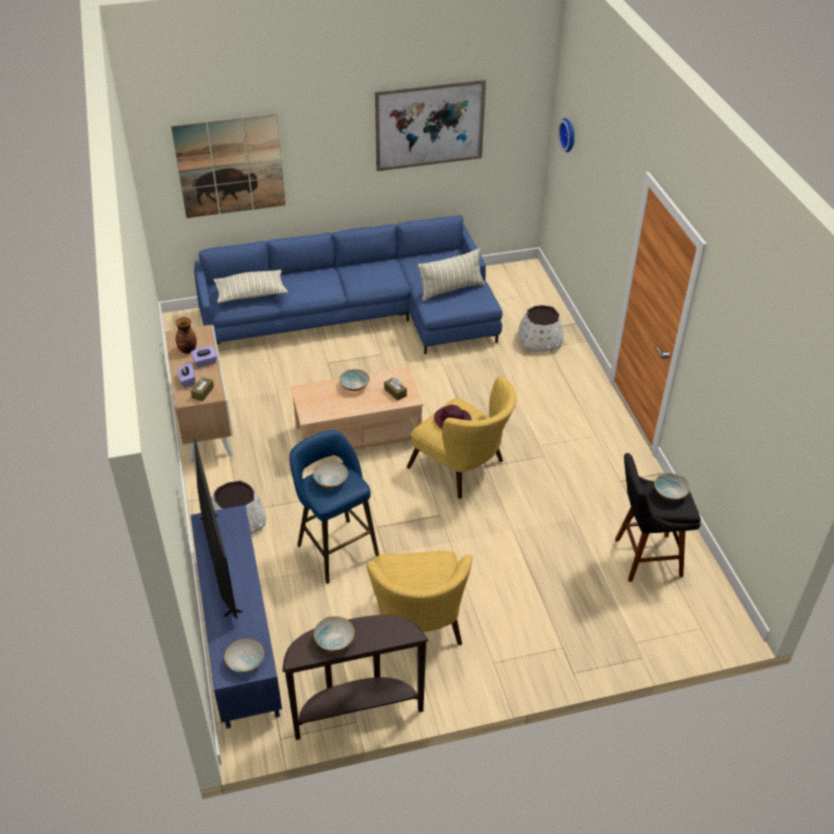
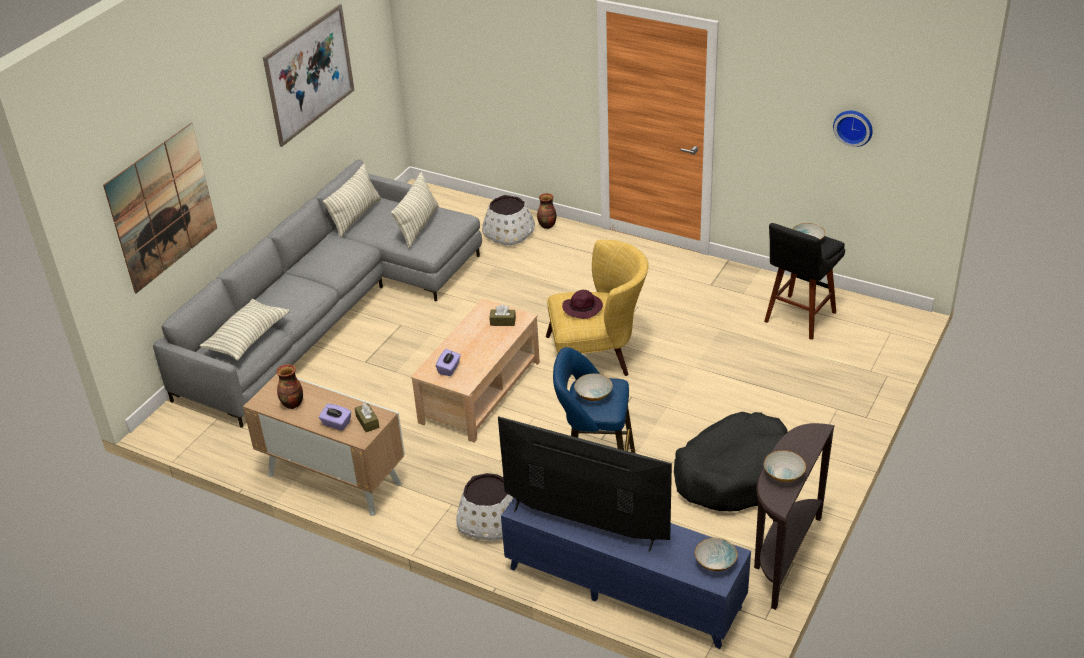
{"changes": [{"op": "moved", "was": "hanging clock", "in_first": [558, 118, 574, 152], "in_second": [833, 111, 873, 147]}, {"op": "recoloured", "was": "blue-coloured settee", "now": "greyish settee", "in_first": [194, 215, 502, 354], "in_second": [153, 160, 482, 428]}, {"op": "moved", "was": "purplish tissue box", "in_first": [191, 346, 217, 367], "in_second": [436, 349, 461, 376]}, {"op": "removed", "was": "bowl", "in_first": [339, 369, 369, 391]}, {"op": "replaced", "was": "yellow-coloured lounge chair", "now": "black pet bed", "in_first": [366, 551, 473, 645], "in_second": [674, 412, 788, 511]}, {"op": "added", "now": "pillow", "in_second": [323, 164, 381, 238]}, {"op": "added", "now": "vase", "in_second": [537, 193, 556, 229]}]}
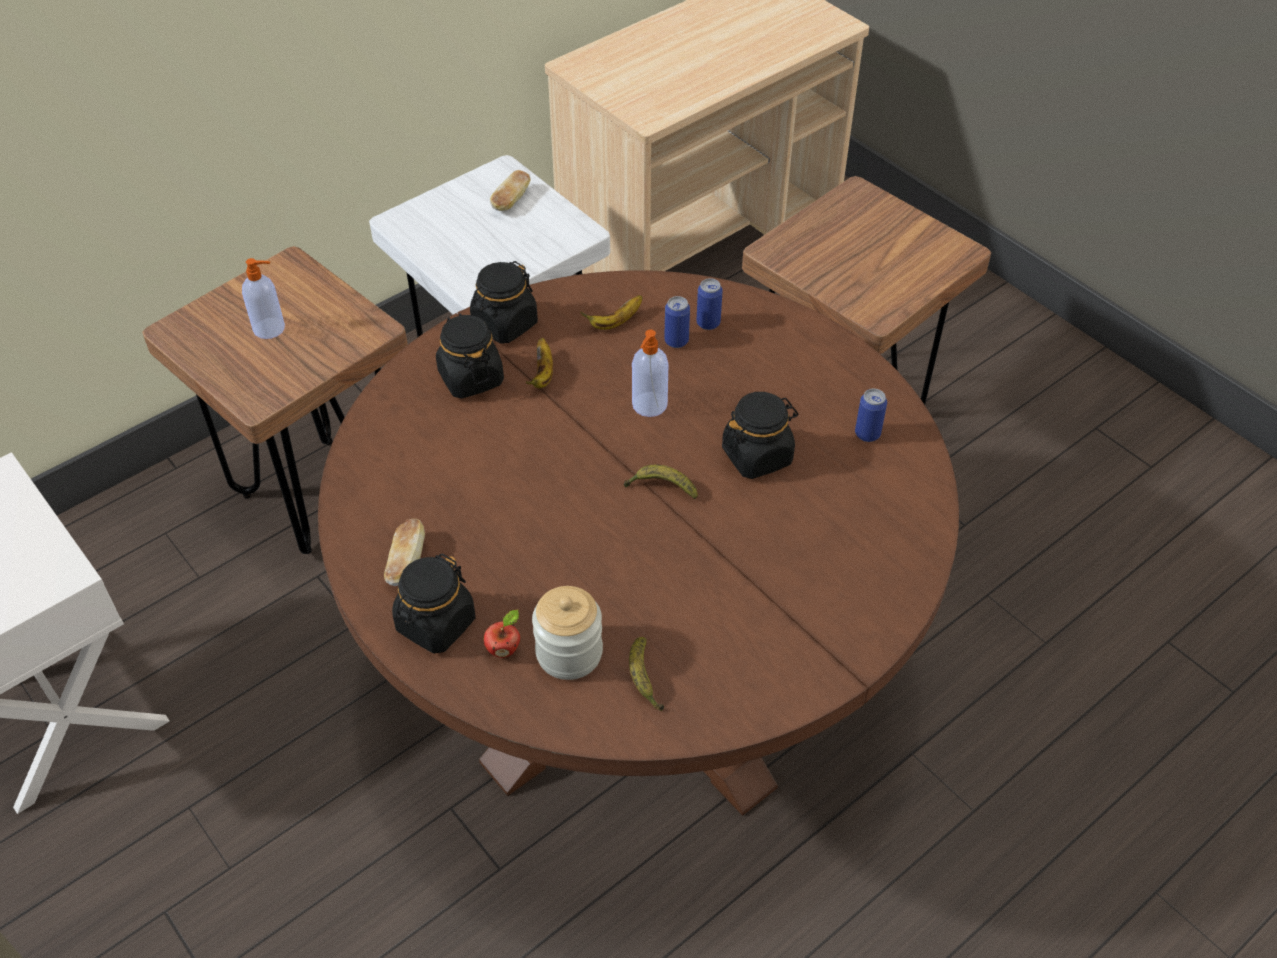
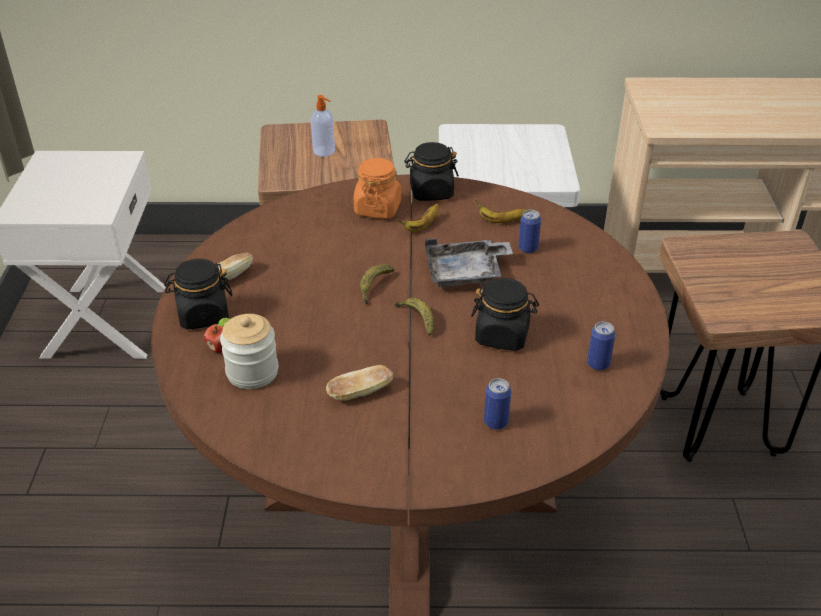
{"changes": [{"op": "moved", "was": "bread", "in_first": [490, 170, 531, 211], "in_second": [326, 365, 393, 401]}, {"op": "moved", "was": "can", "in_first": [697, 278, 723, 330], "in_second": [484, 378, 511, 430]}, {"op": "recoloured", "was": "black jar", "now": "orangey jar", "in_first": [436, 314, 504, 399], "in_second": [354, 158, 401, 219]}, {"op": "replaced", "was": "liquid soap bottle", "now": "greyish carrying tray", "in_first": [632, 330, 669, 417], "in_second": [425, 239, 513, 287]}, {"op": "moved", "was": "whole banana", "in_first": [629, 637, 664, 711], "in_second": [360, 264, 395, 304]}]}
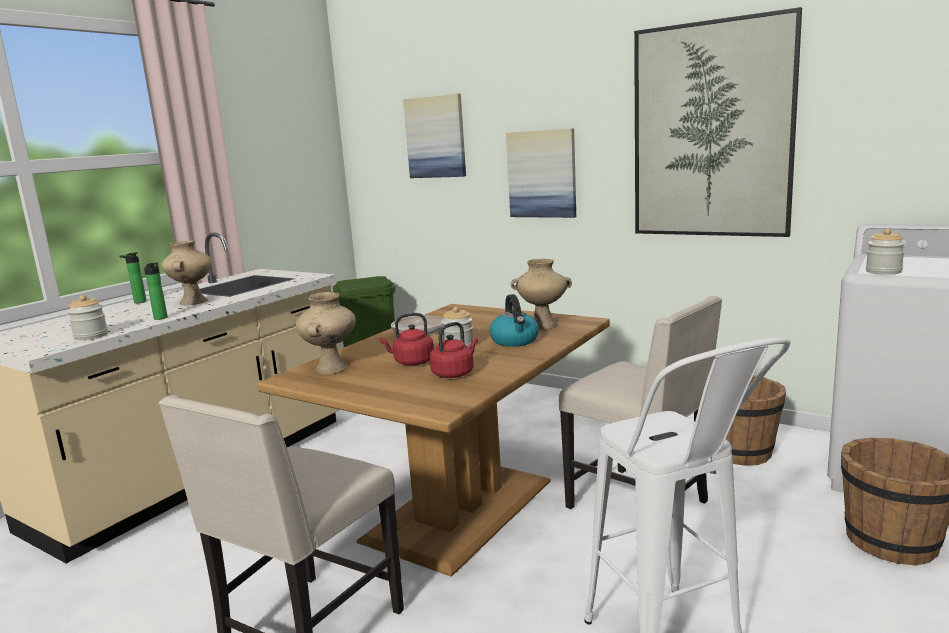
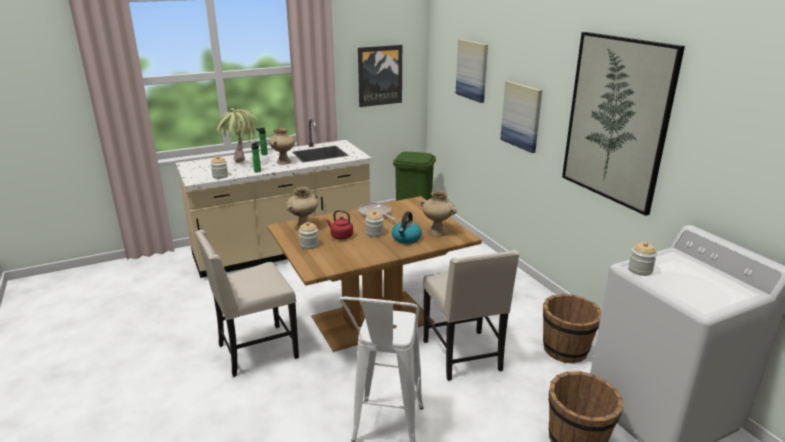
{"changes": [{"op": "removed", "was": "reddish kettle", "in_first": [430, 322, 478, 378]}, {"op": "added", "now": "wall art", "in_second": [358, 45, 402, 107]}, {"op": "added", "now": "potted plant", "in_second": [215, 108, 258, 163]}, {"op": "added", "now": "jar", "in_second": [299, 222, 319, 249]}]}
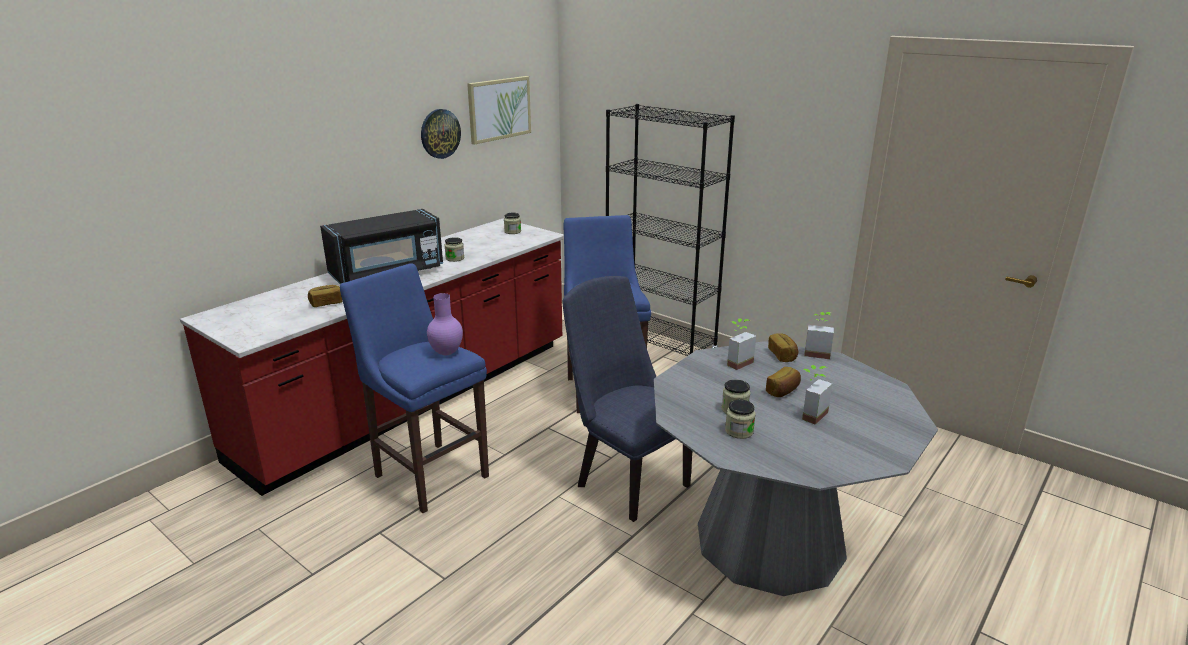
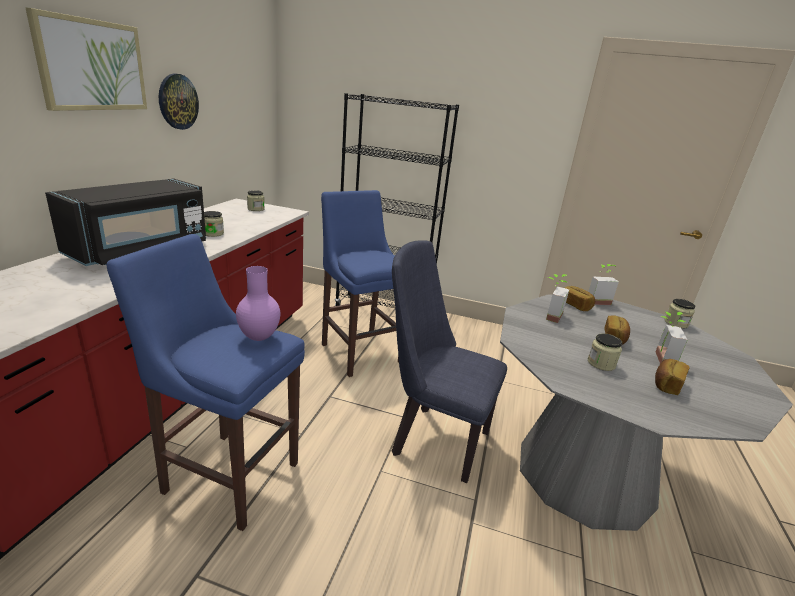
{"changes": [{"op": "moved", "was": "wall art", "in_first": [467, 76, 531, 145], "in_second": [26, 8, 147, 111]}, {"op": "moved", "was": "bread", "in_first": [308, 285, 342, 307], "in_second": [655, 359, 689, 395]}, {"op": "moved", "was": "jar", "in_first": [725, 399, 756, 439], "in_second": [664, 299, 695, 329]}]}
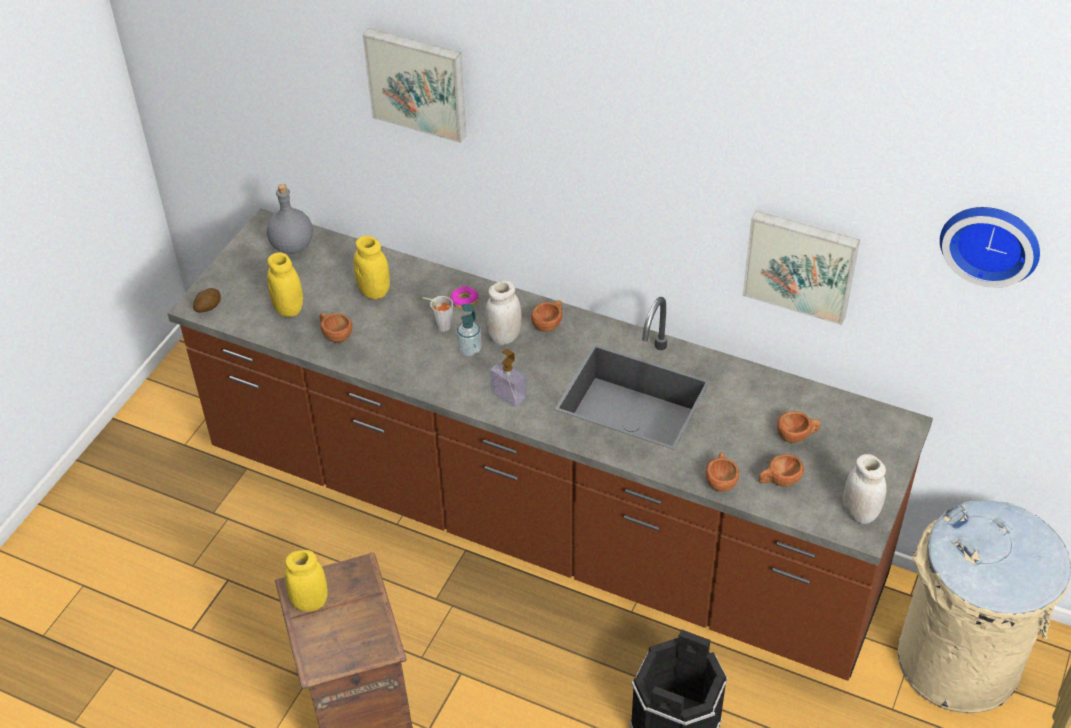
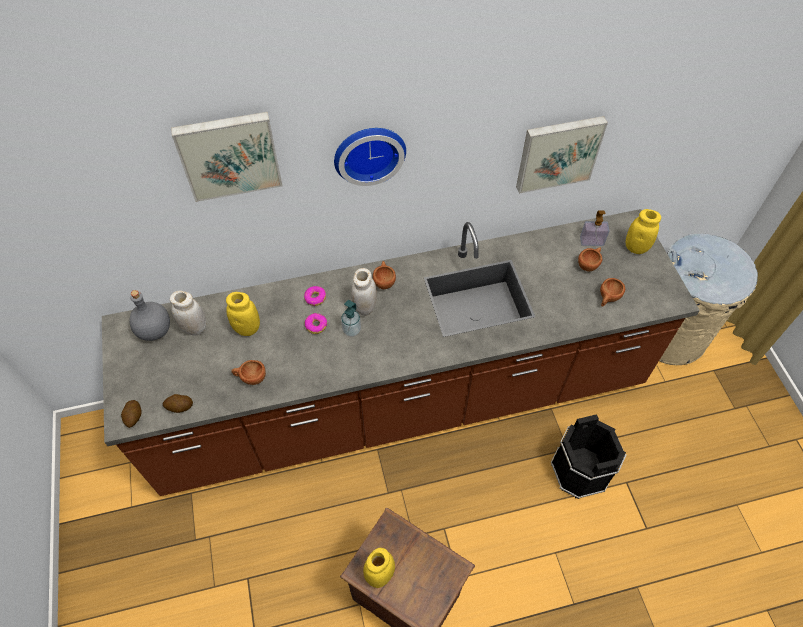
{"changes": [{"op": "moved", "was": "hanging clock", "in_first": [940, 207, 1040, 288], "in_second": [334, 128, 406, 186]}, {"op": "moved", "was": "yellow-coloured jar", "in_first": [267, 252, 303, 317], "in_second": [626, 209, 661, 254]}, {"op": "replaced", "was": "greyish cup", "now": "doughnut", "in_first": [422, 296, 453, 332], "in_second": [305, 313, 327, 334]}, {"op": "moved", "was": "liquid soap bottle", "in_first": [490, 349, 526, 407], "in_second": [580, 211, 609, 246]}, {"op": "removed", "was": "brown cup", "in_first": [706, 452, 739, 492]}, {"op": "moved", "was": "white-coloured jar", "in_first": [843, 454, 887, 524], "in_second": [170, 290, 206, 336]}, {"op": "added", "now": "potato", "in_second": [163, 394, 193, 413]}]}
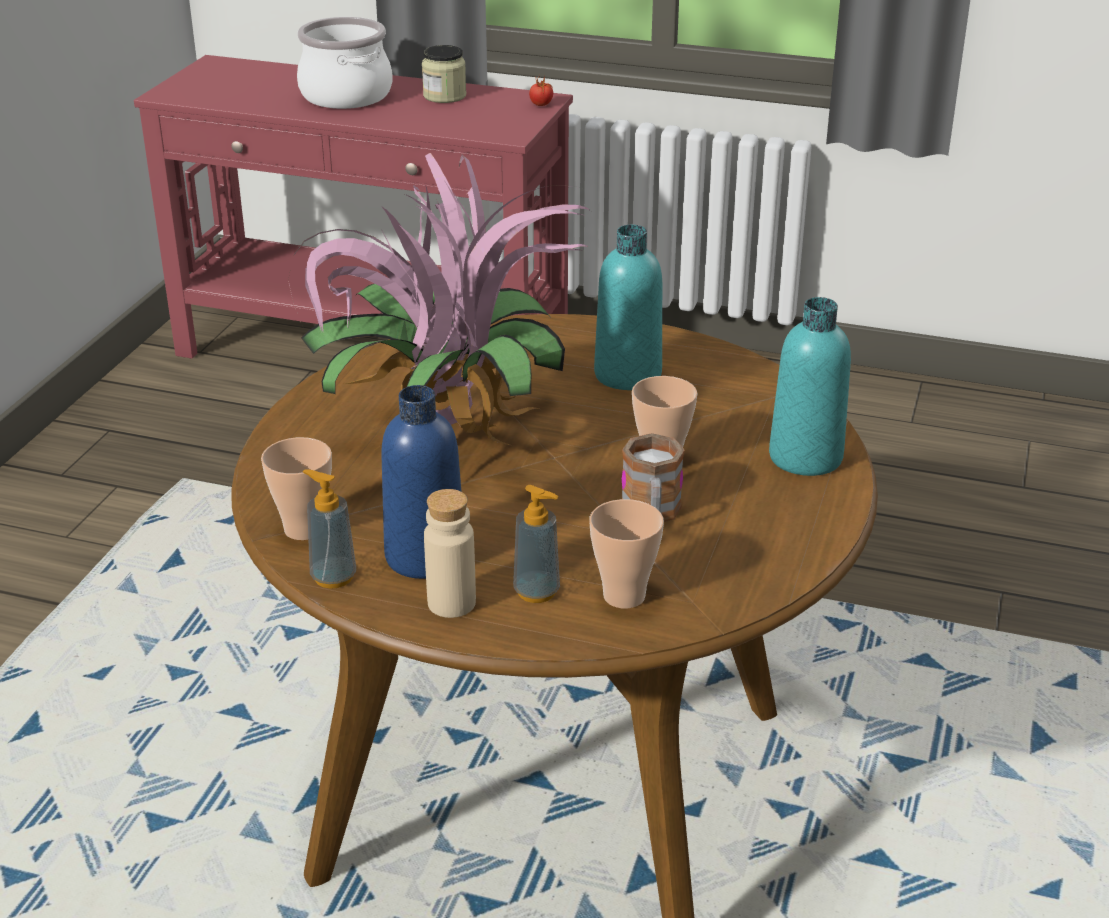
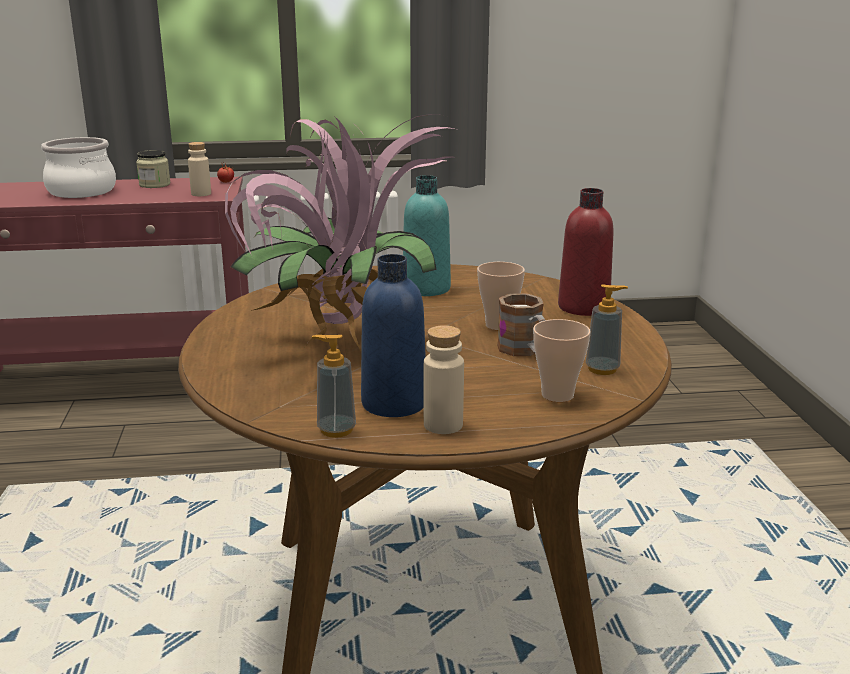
{"changes": [{"op": "recoloured", "was": "turquoise-coloured beverage bottle", "now": "reddish beverage bottle", "in_first": [769, 297, 851, 476], "in_second": [558, 188, 614, 316]}, {"op": "removed", "was": "cup", "in_first": [261, 437, 332, 540]}, {"op": "moved", "was": "liquid soap bottle", "in_first": [513, 485, 560, 603], "in_second": [586, 284, 628, 375]}, {"op": "added", "now": "sand-coloured beverage bottle", "in_second": [188, 142, 211, 196]}]}
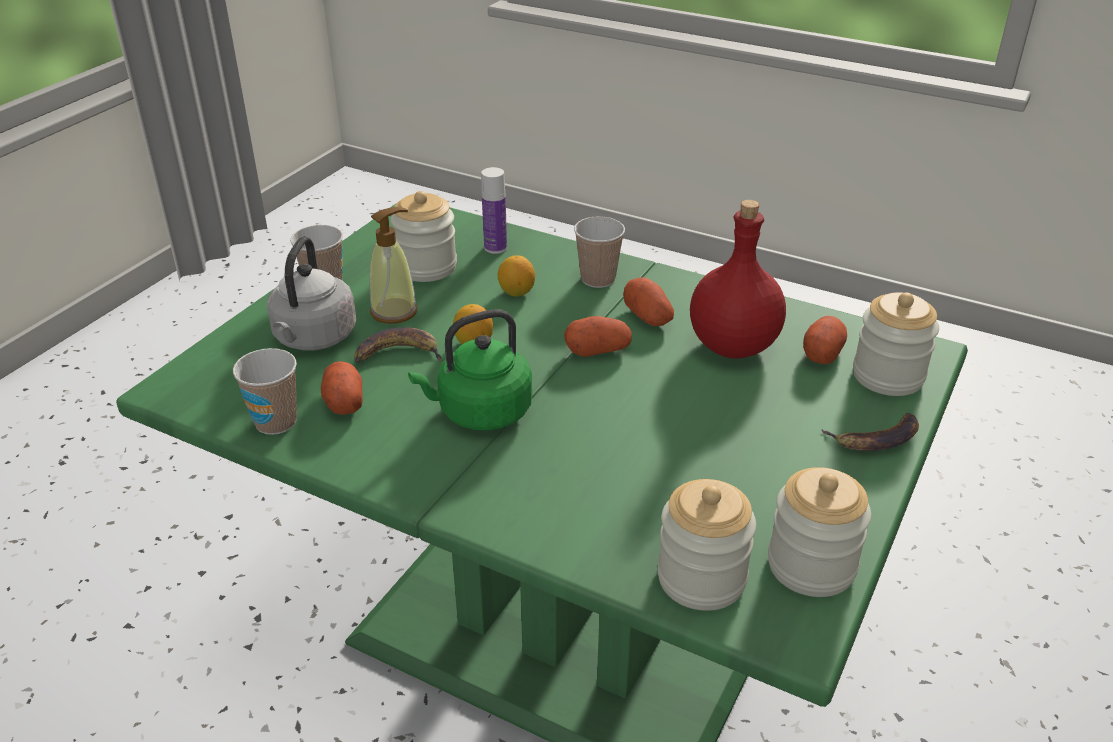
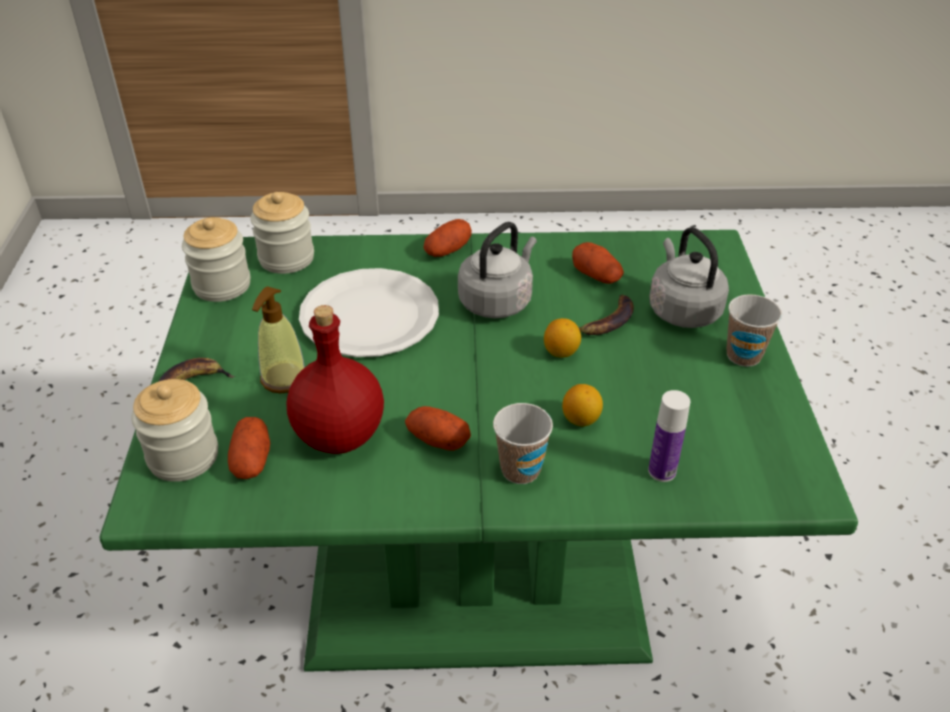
{"changes": [{"op": "removed", "was": "jar", "in_first": [391, 191, 457, 282]}, {"op": "moved", "was": "liquid soap bottle", "in_first": [369, 207, 417, 324], "in_second": [252, 286, 305, 394]}, {"op": "recoloured", "was": "green-coloured kettle", "now": "greyish kettle", "in_first": [408, 309, 532, 430], "in_second": [458, 222, 537, 318]}, {"op": "moved", "was": "potato", "in_first": [564, 316, 632, 357], "in_second": [423, 219, 472, 257]}, {"op": "removed", "was": "cup", "in_first": [233, 348, 297, 435]}, {"op": "added", "now": "white-coloured dinner plate", "in_second": [299, 268, 439, 357]}]}
